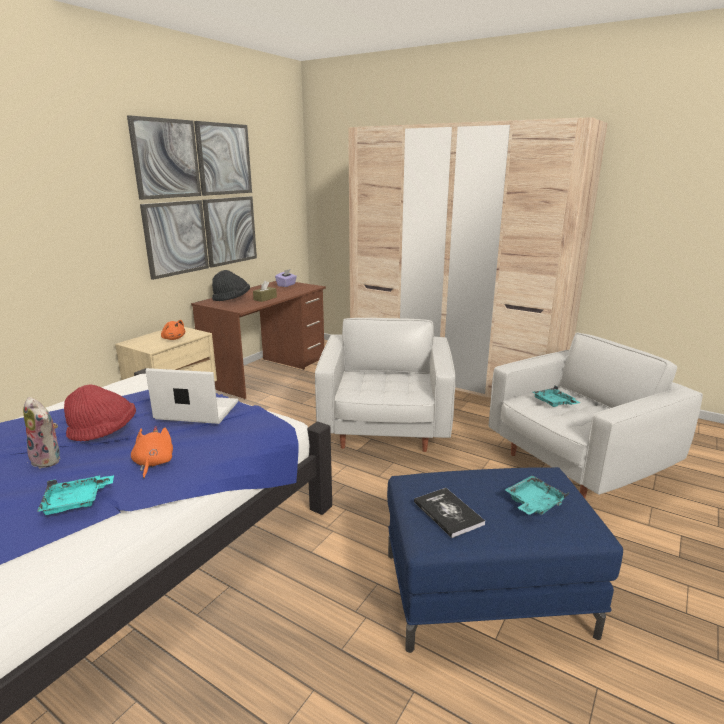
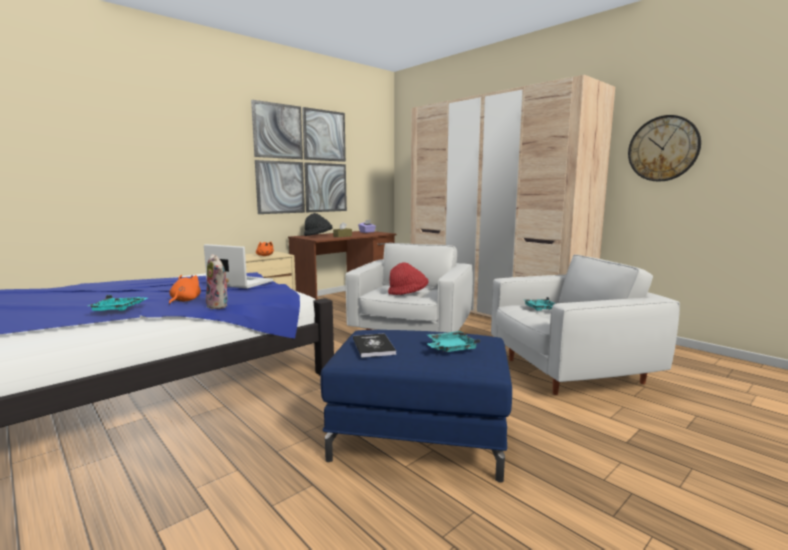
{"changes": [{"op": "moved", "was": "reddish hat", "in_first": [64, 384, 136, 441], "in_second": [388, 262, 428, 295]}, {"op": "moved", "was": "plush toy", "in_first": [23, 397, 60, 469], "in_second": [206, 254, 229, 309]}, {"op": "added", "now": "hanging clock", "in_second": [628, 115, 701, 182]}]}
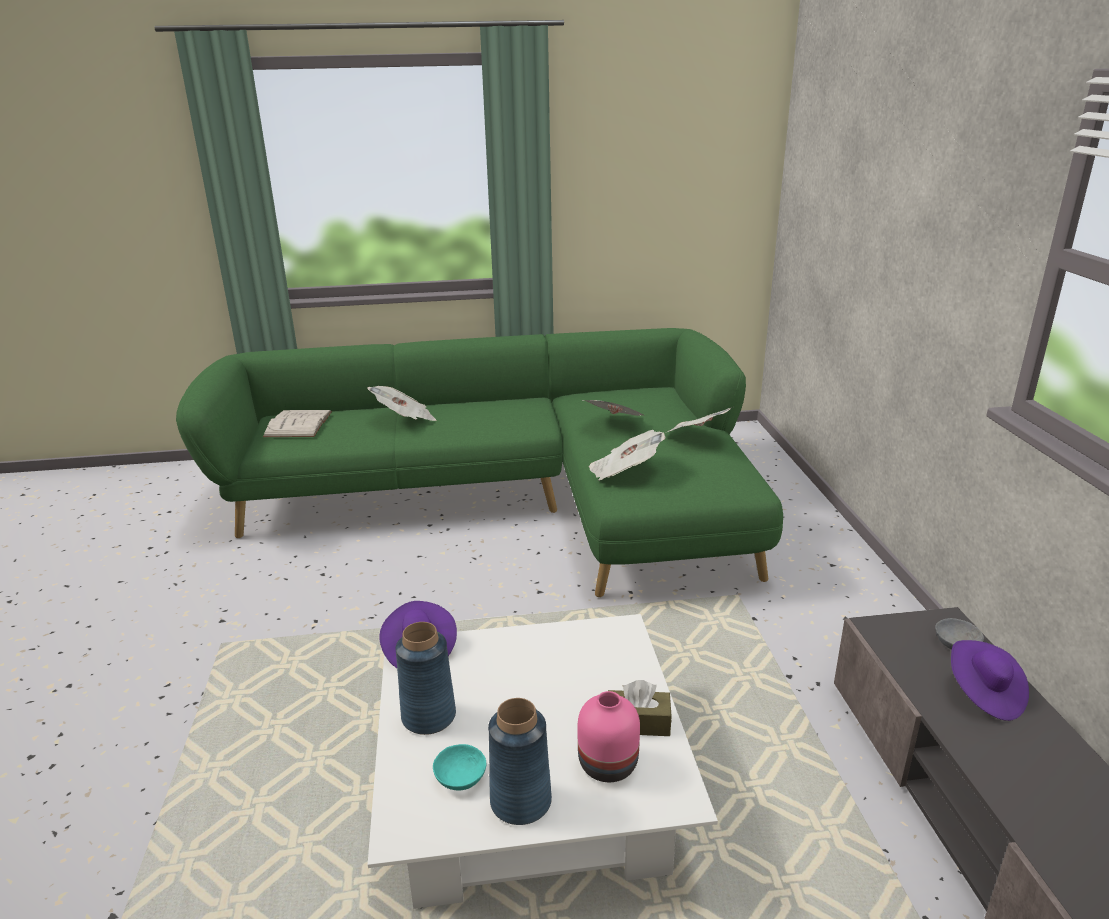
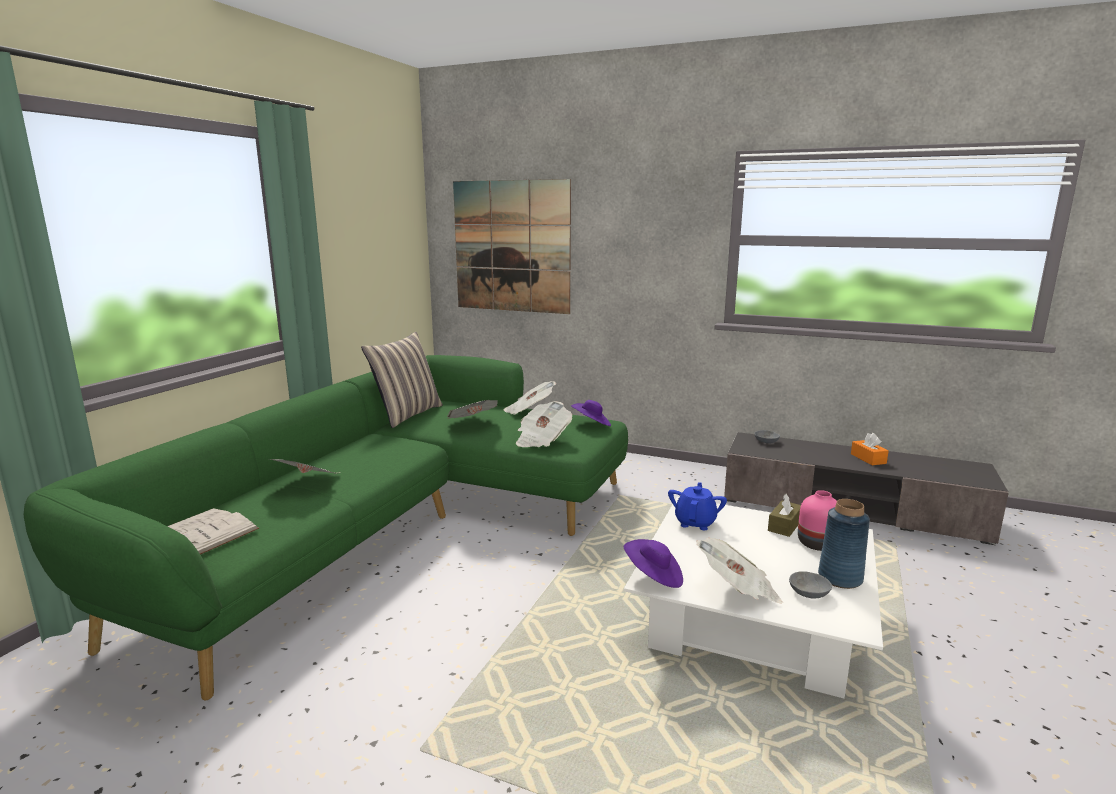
{"changes": [{"op": "replaced", "was": "blue-coloured vase", "now": "newspaper", "in_first": [395, 622, 456, 735], "in_second": [696, 538, 783, 603]}, {"op": "moved", "was": "purplish hat", "in_first": [951, 640, 1029, 721], "in_second": [571, 400, 611, 426]}, {"op": "recoloured", "was": "turquoise-coloured bowl", "now": "greyish bowl", "in_first": [433, 744, 486, 791], "in_second": [789, 571, 832, 599]}, {"op": "added", "now": "wall art", "in_second": [453, 179, 571, 314]}, {"op": "added", "now": "pillow", "in_second": [361, 332, 443, 428]}, {"op": "added", "now": "orangey tissue box", "in_second": [851, 433, 889, 465]}, {"op": "added", "now": "blue-coloured pot for tea", "in_second": [668, 482, 727, 530]}]}
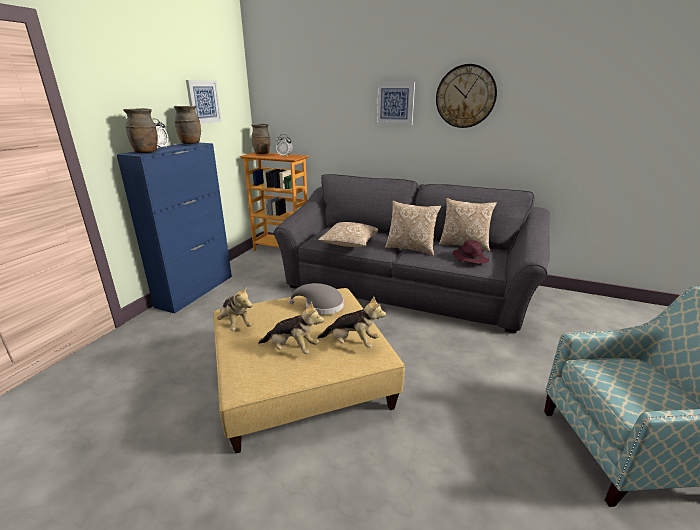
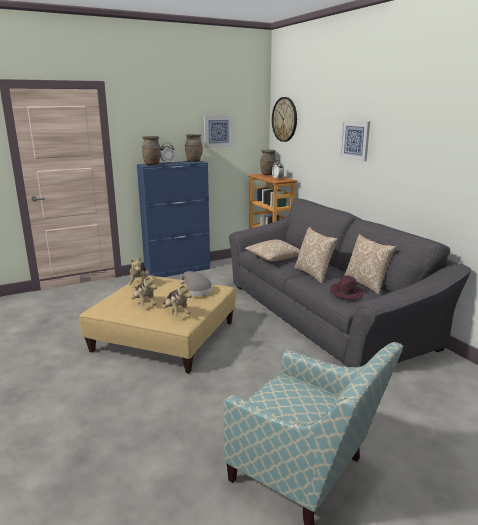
{"changes": [{"op": "moved", "was": "hanging clock", "in_first": [436, 64, 497, 128], "in_second": [272, 97, 297, 142]}]}
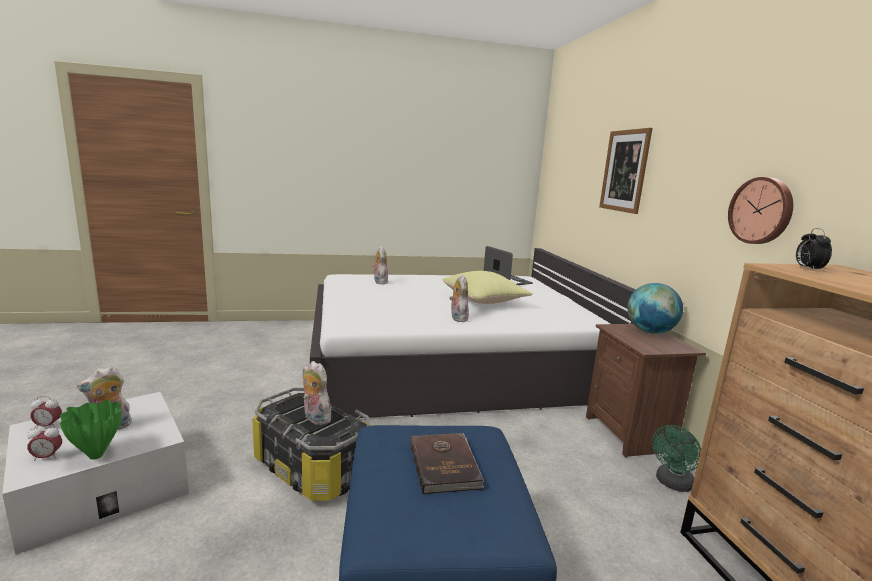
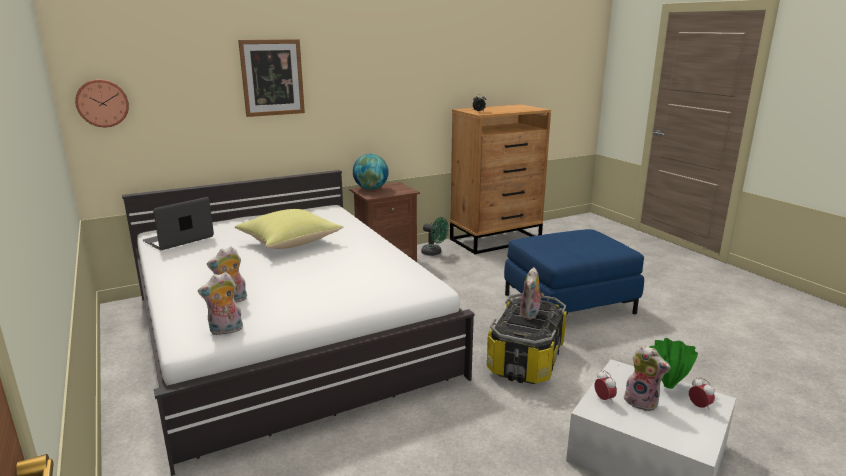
{"changes": [{"op": "moved", "was": "hanging clock", "in_first": [728, 177, 793, 244], "in_second": [75, 79, 129, 127]}, {"op": "moved", "was": "plush toy", "in_first": [449, 274, 469, 322], "in_second": [198, 272, 243, 335]}, {"op": "moved", "was": "bedside clock", "in_first": [31, 396, 62, 428], "in_second": [595, 370, 617, 403]}, {"op": "removed", "was": "brown bound book", "in_first": [410, 433, 484, 494]}]}
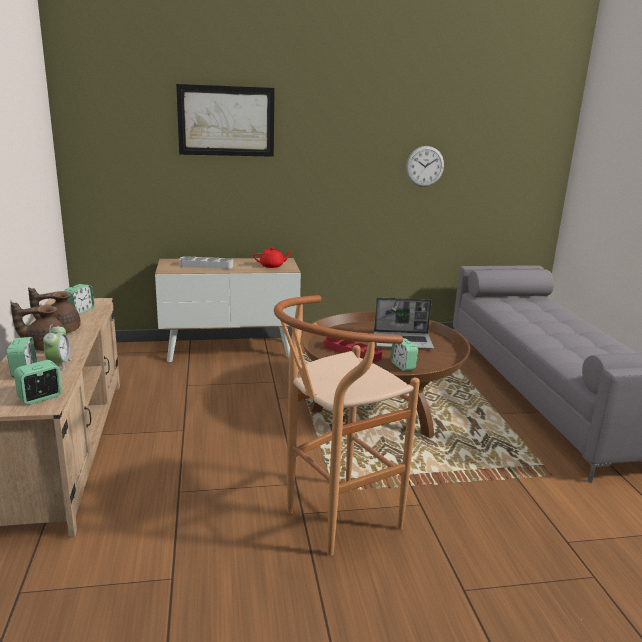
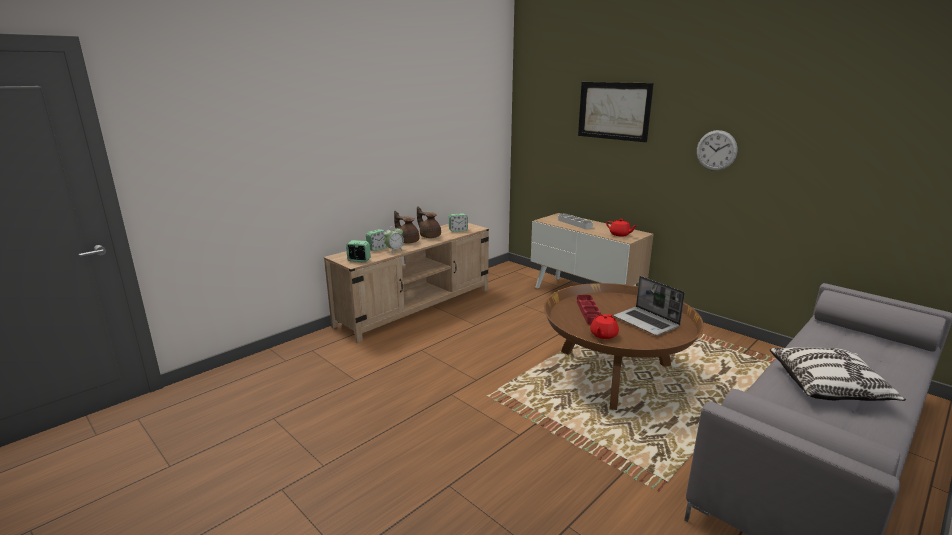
{"changes": [{"op": "moved", "was": "hanging clock", "in_first": [406, 146, 444, 187], "in_second": [697, 130, 738, 171]}, {"op": "removed", "was": "brown stool seat", "in_first": [274, 295, 420, 556]}, {"op": "replaced", "was": "bedside clock", "now": "reddish pot for tea", "in_first": [391, 338, 418, 371], "in_second": [590, 314, 619, 339]}, {"op": "added", "now": "pillow", "in_second": [770, 347, 906, 401]}]}
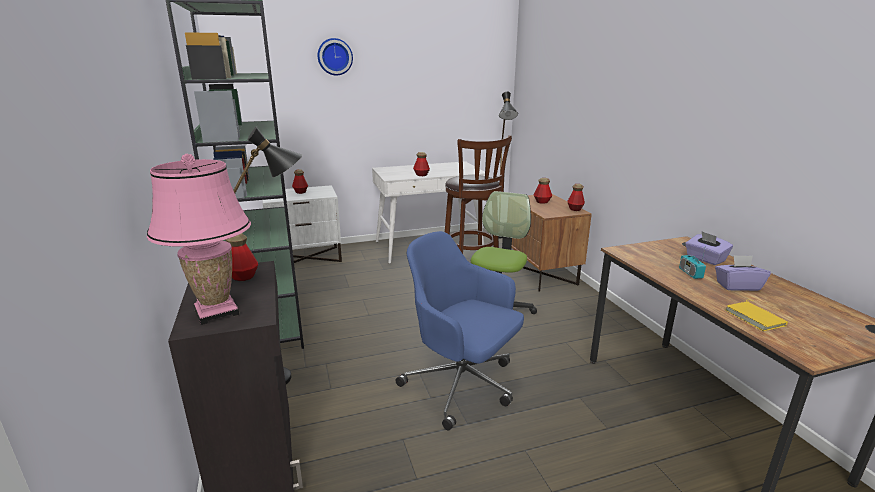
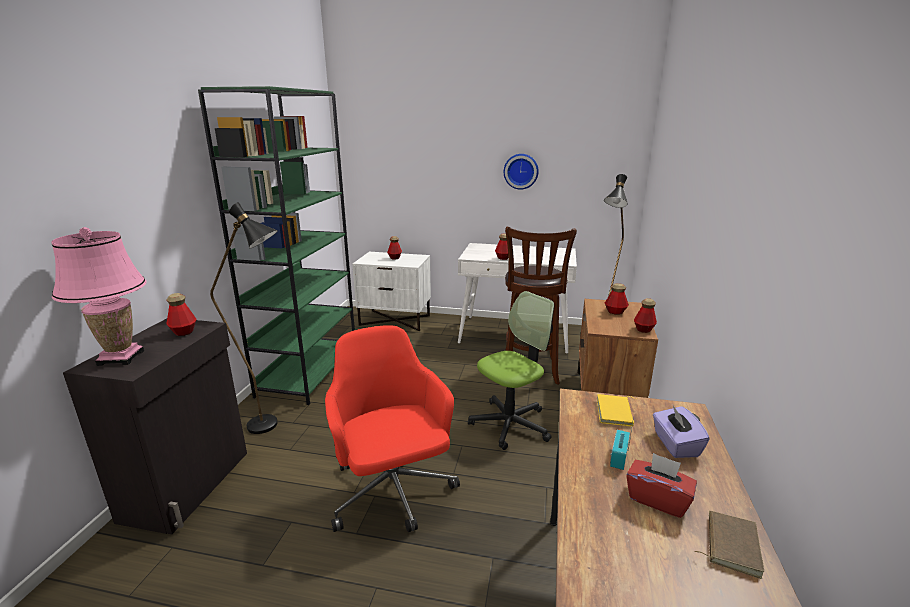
{"changes": [{"op": "moved", "was": "hanging clock", "in_first": [318, 38, 353, 76], "in_second": [504, 154, 539, 190]}, {"op": "recoloured", "was": "blue-coloured computer chair", "now": "reddish computer chair", "in_first": [396, 231, 524, 430], "in_second": [325, 325, 460, 532]}, {"op": "recoloured", "was": "purplish tissue box", "now": "reddish tissue box", "in_first": [715, 255, 771, 291], "in_second": [626, 453, 697, 518]}, {"op": "moved", "was": "yellow-coloured bound book", "in_first": [725, 300, 788, 331], "in_second": [597, 394, 638, 427]}, {"op": "added", "now": "brown bound book", "in_second": [695, 511, 764, 579]}]}
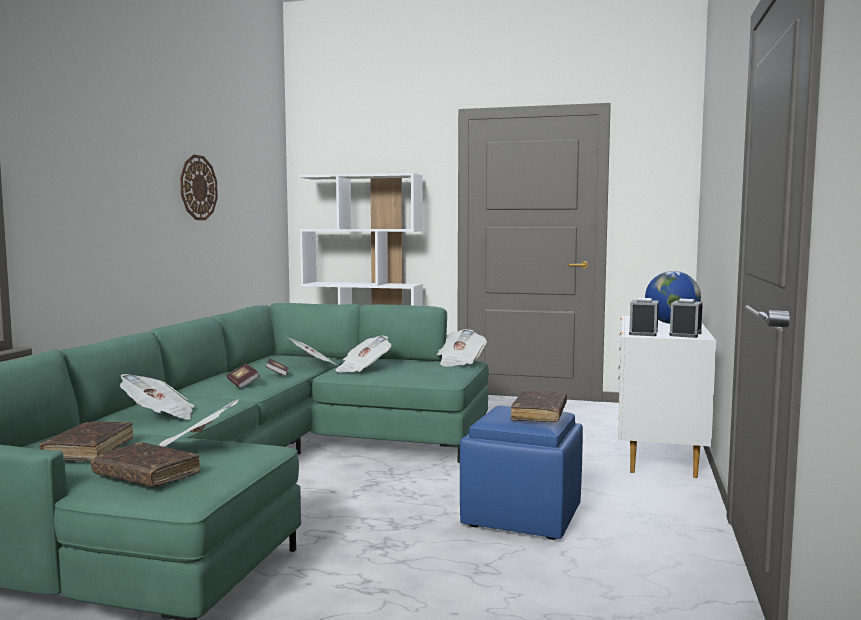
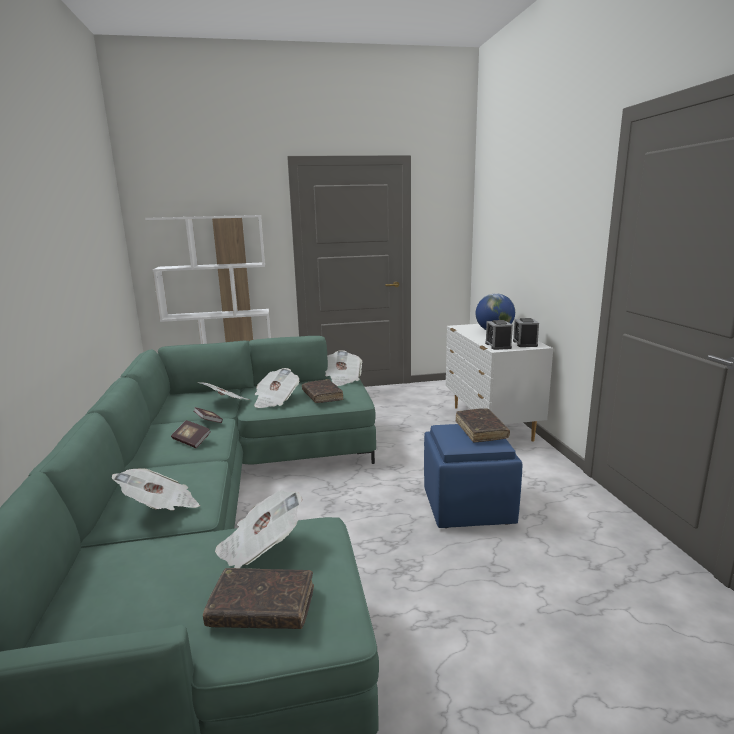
{"changes": [{"op": "removed", "was": "hanging clock", "in_first": [180, 154, 218, 220]}, {"op": "moved", "was": "brown bound book", "in_first": [39, 421, 133, 462], "in_second": [302, 379, 343, 403]}]}
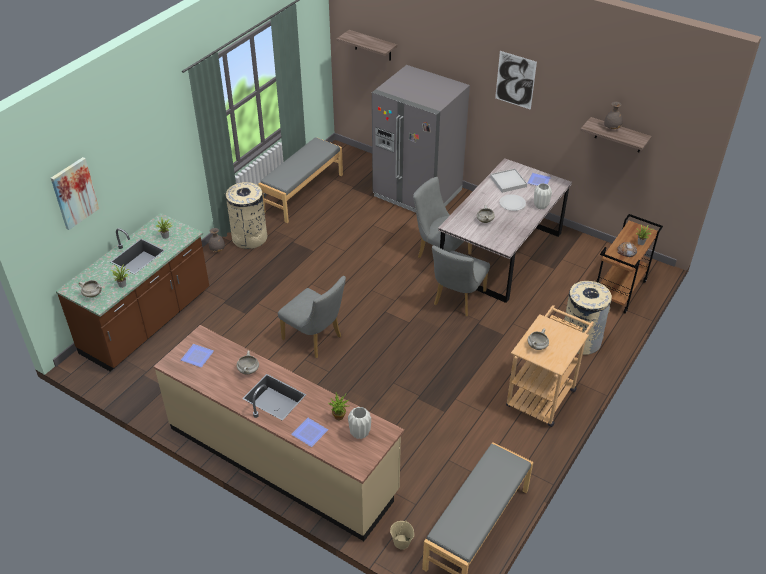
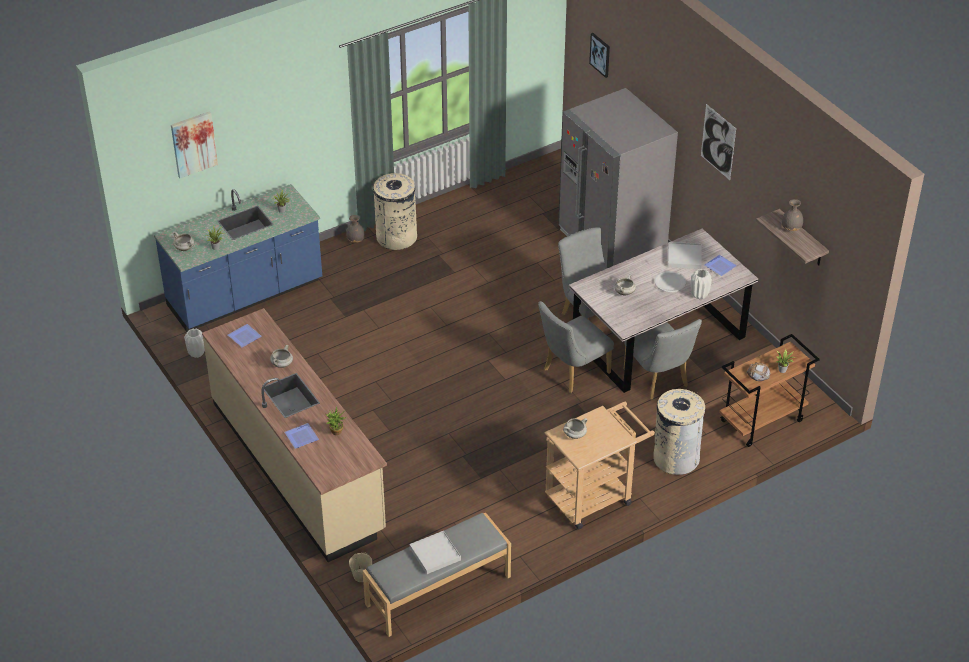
{"changes": [{"op": "replaced", "was": "wall shelf", "now": "wall art", "in_first": [337, 30, 397, 61], "in_second": [589, 33, 610, 78]}, {"op": "removed", "was": "greyish indoor bench", "in_first": [258, 137, 343, 223]}, {"op": "recoloured", "was": "brown counter", "now": "blue-coloured counter", "in_first": [56, 213, 209, 372], "in_second": [154, 184, 322, 332]}, {"op": "moved", "was": "greyish chair", "in_first": [278, 276, 346, 358], "in_second": [624, 319, 702, 399]}, {"op": "moved", "was": "white-coloured vase", "in_first": [348, 407, 371, 439], "in_second": [184, 329, 205, 358]}, {"op": "added", "now": "white-coloured carrying tray", "in_second": [410, 531, 461, 574]}]}
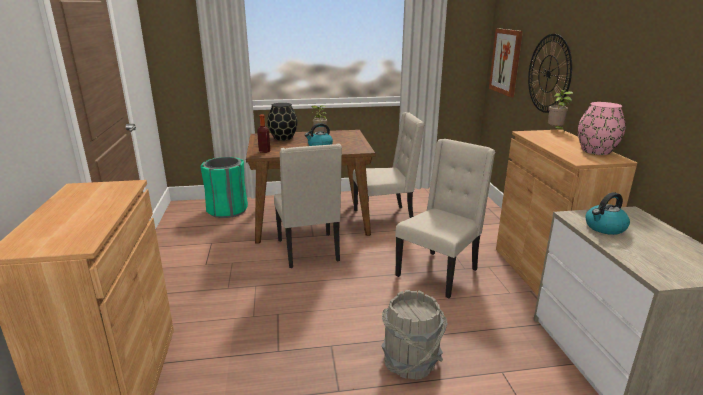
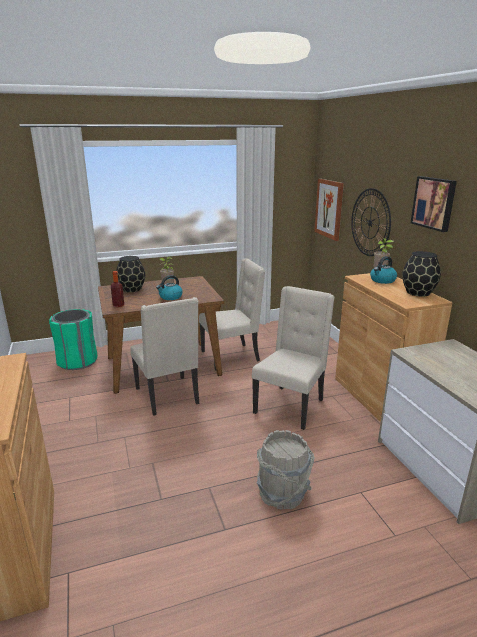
{"changes": [{"op": "recoloured", "was": "pink-coloured vase", "now": "black vase", "in_first": [578, 102, 625, 155], "in_second": [402, 251, 441, 297]}, {"op": "moved", "was": "kettle", "in_first": [585, 192, 630, 235], "in_second": [370, 256, 397, 284]}, {"op": "added", "now": "wall art", "in_second": [411, 176, 457, 232]}]}
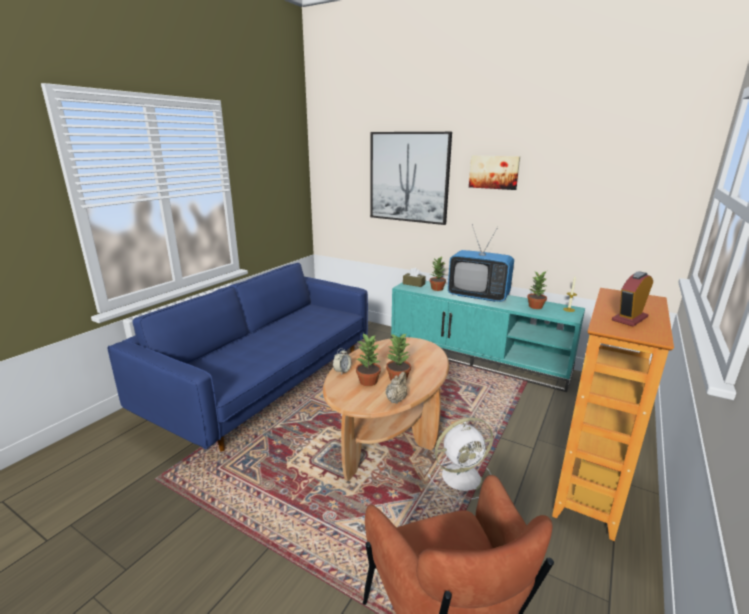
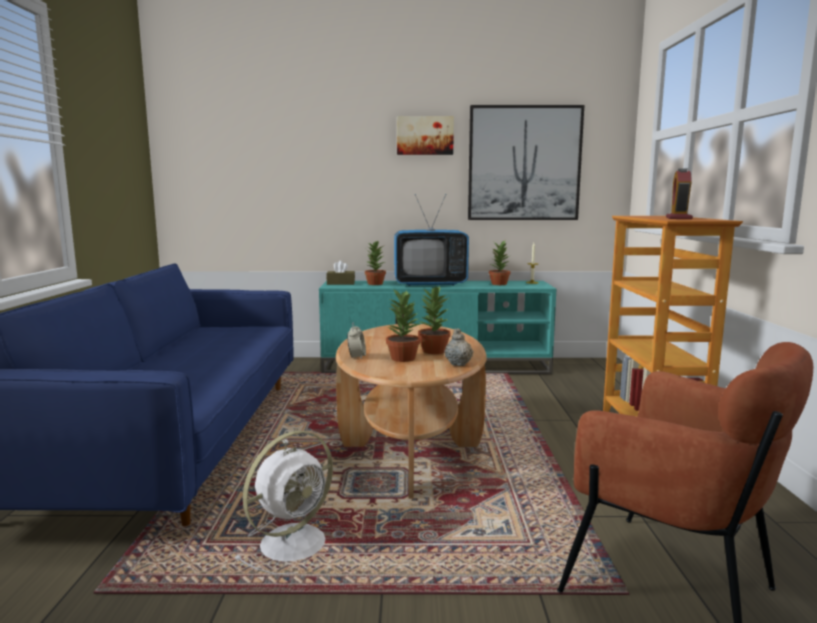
{"changes": [{"op": "moved", "was": "wall art", "in_first": [370, 132, 452, 225], "in_second": [468, 105, 584, 220]}, {"op": "moved", "was": "white-coloured electric fan", "in_first": [427, 417, 493, 500], "in_second": [235, 430, 333, 575]}]}
